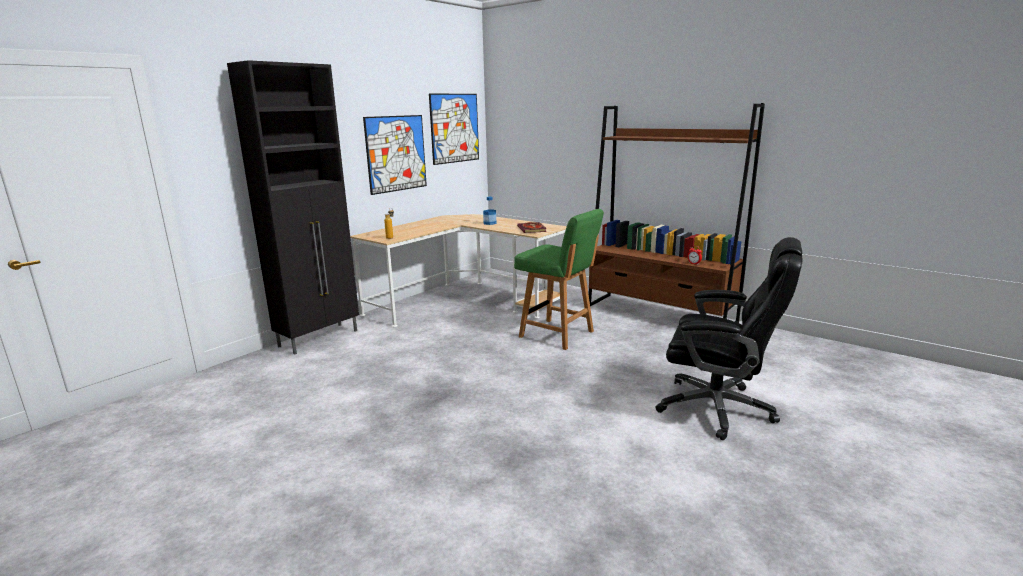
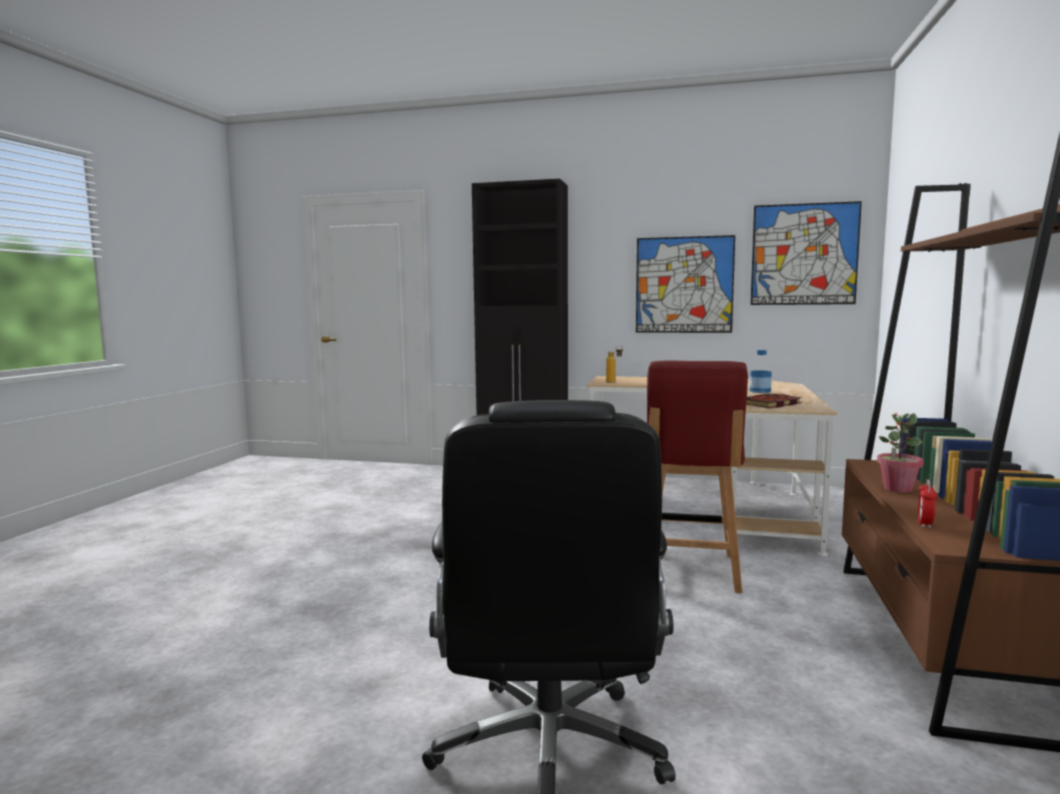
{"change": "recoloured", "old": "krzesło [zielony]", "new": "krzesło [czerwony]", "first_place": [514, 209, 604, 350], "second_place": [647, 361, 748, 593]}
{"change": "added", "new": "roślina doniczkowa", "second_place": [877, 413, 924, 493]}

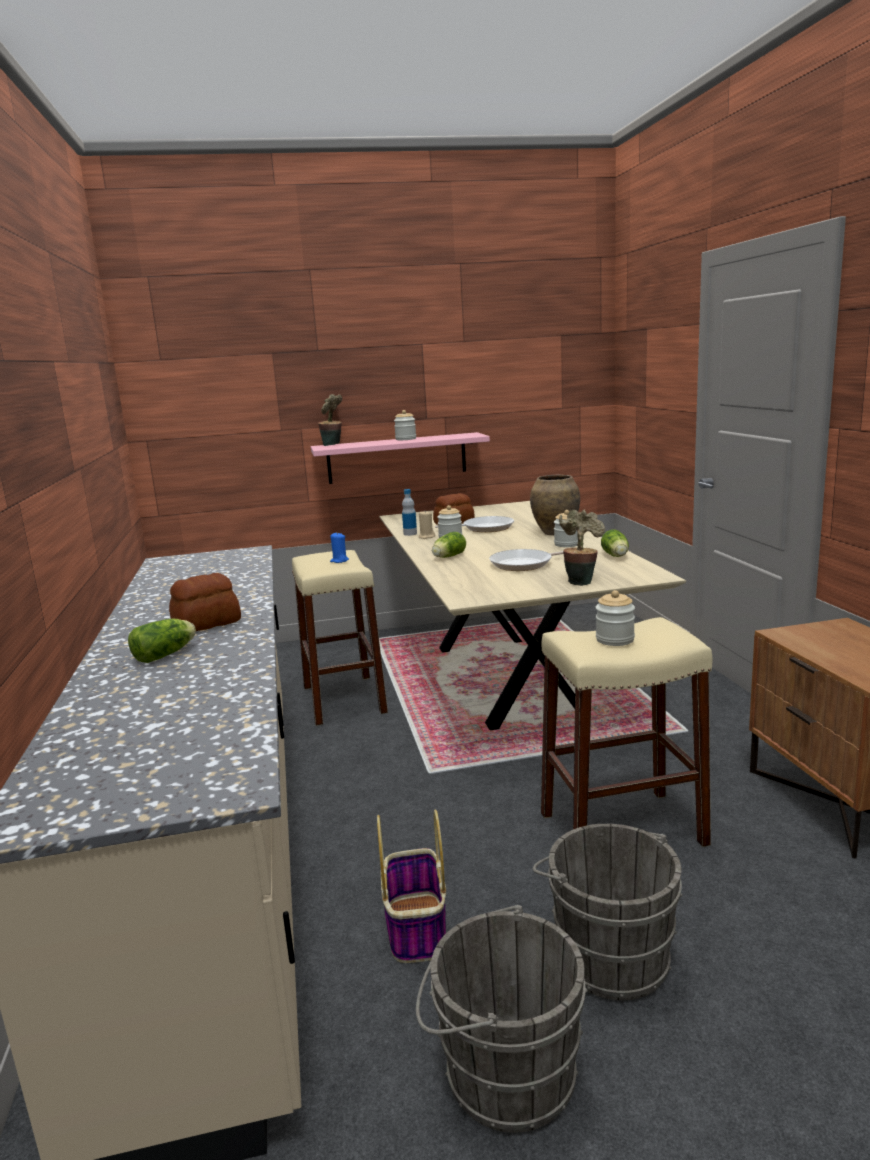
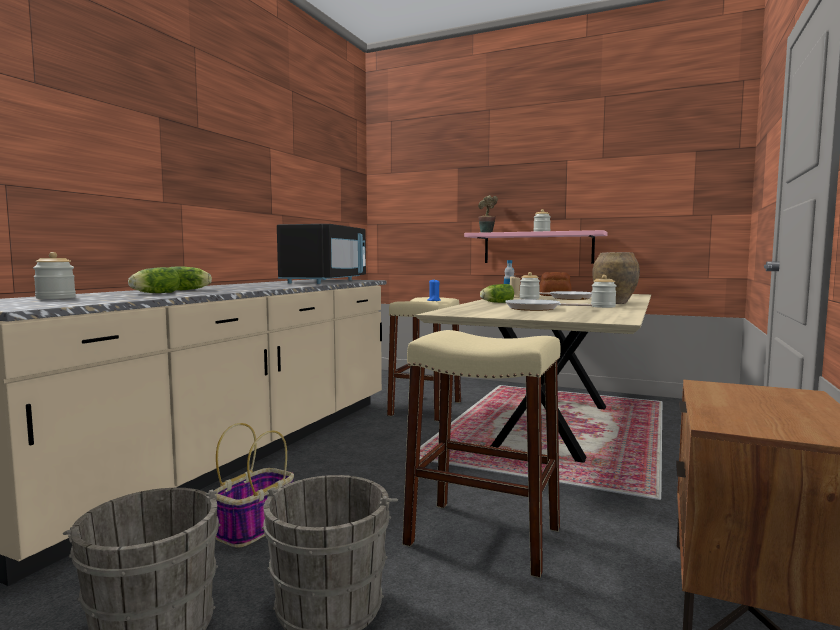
{"change": "moved", "old": "słoik", "first_place": [596, 590, 635, 646], "second_place": [33, 252, 76, 299]}
{"change": "moved", "old": "sałata", "first_place": [601, 530, 629, 557], "second_place": [128, 267, 180, 293]}
{"change": "added", "new": "mikrofalówka [czarny]", "second_place": [277, 224, 366, 284]}
{"change": "removed", "old": "chleb", "first_place": [169, 573, 241, 631]}
{"change": "removed", "old": "roślina doniczkowa", "first_place": [559, 509, 605, 586]}

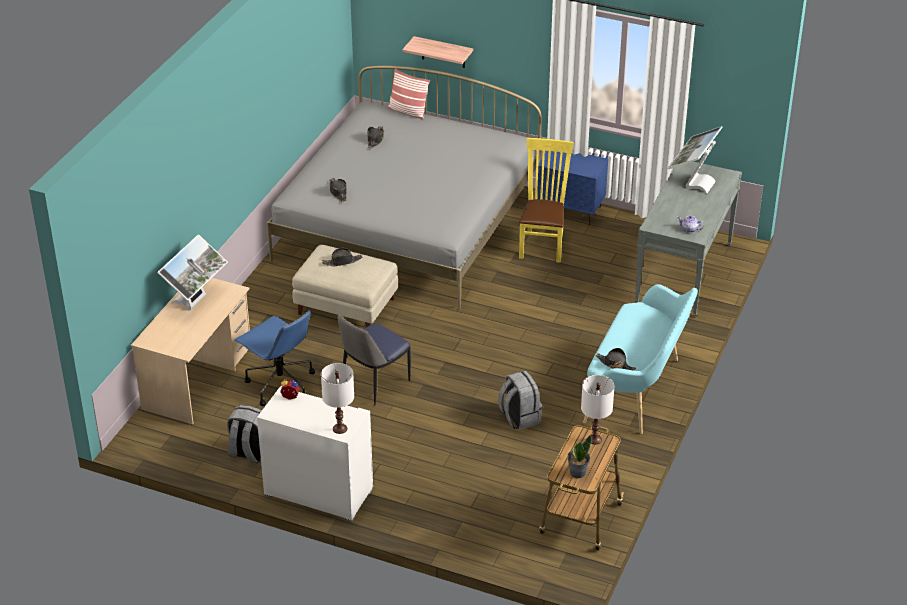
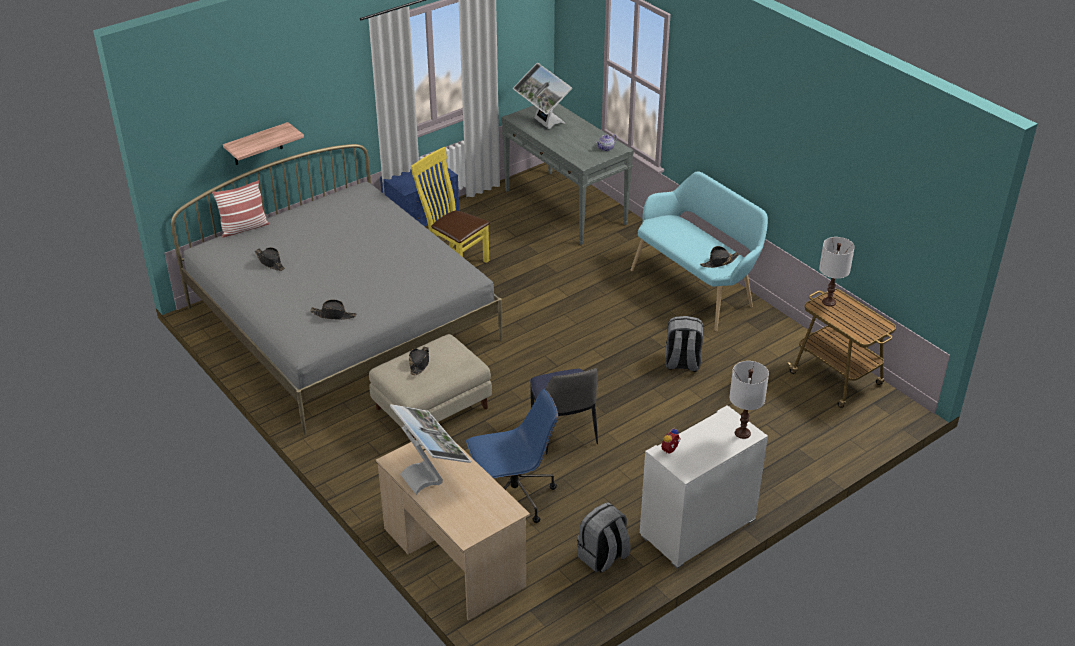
{"change": "removed", "old": "roślina doniczkowa", "first_place": [567, 435, 591, 478]}

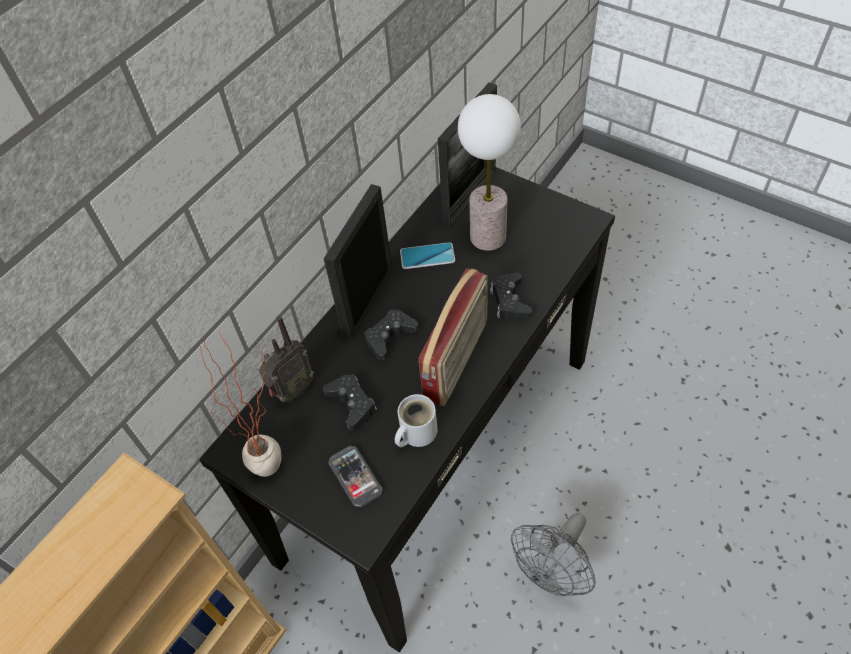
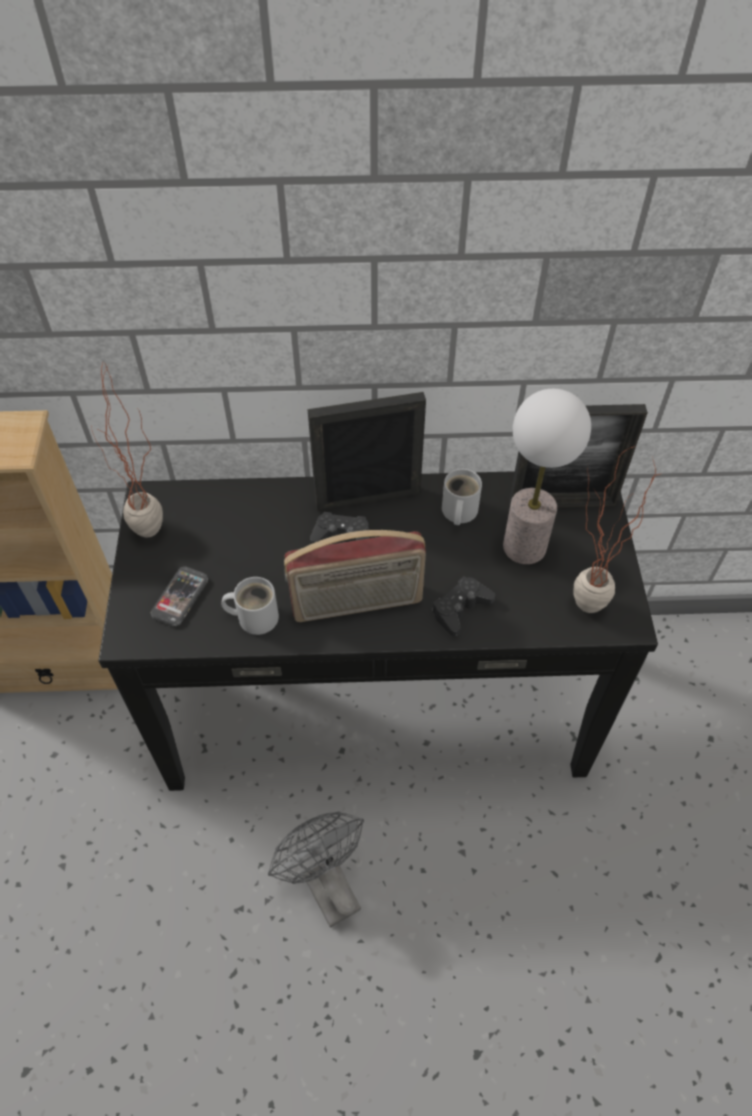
{"change": "turned", "old": "wentylator [szary]", "first_place": [511, 513, 596, 596], "second_place": [268, 812, 364, 928], "degrees": 60}
{"change": "replaced", "old": "telefon", "new": "kubek [biały]", "first_place": [400, 242, 455, 269], "second_place": [442, 469, 482, 525]}
{"change": "added", "new": "roślina doniczkowa", "second_place": [573, 446, 660, 613]}
{"change": "removed", "old": "radio", "first_place": [257, 316, 314, 403]}
{"change": "removed", "old": "pad do gier [czarny]", "first_place": [323, 374, 377, 430]}

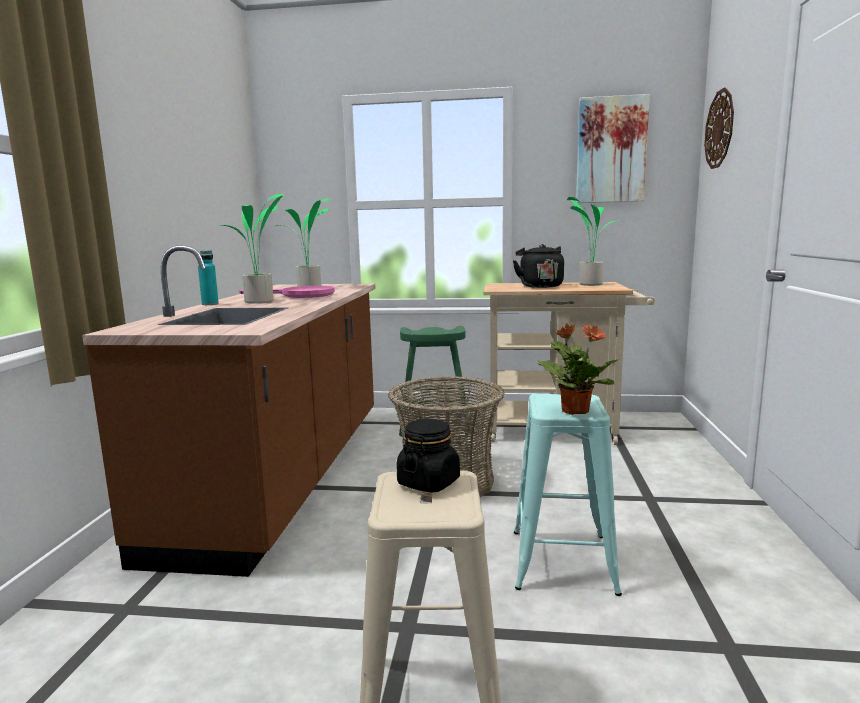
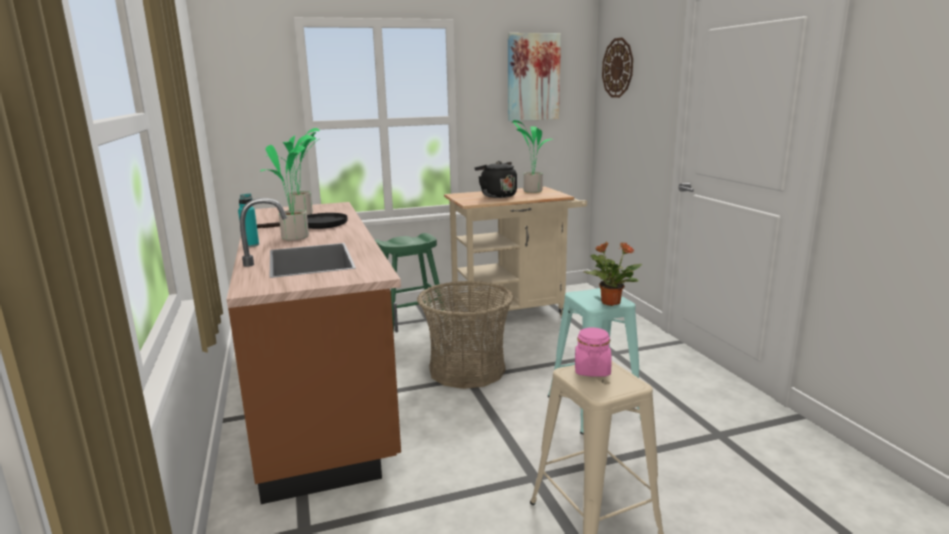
{"change": "recoloured", "old": "patelnia [różowy]", "new": "patelnia [czarny]", "first_place": [239, 286, 335, 298], "second_place": [257, 213, 348, 229]}
{"change": "recoloured", "old": "słoik [czarny]", "new": "słoik [różowy]", "first_place": [396, 419, 460, 493], "second_place": [575, 327, 612, 377]}

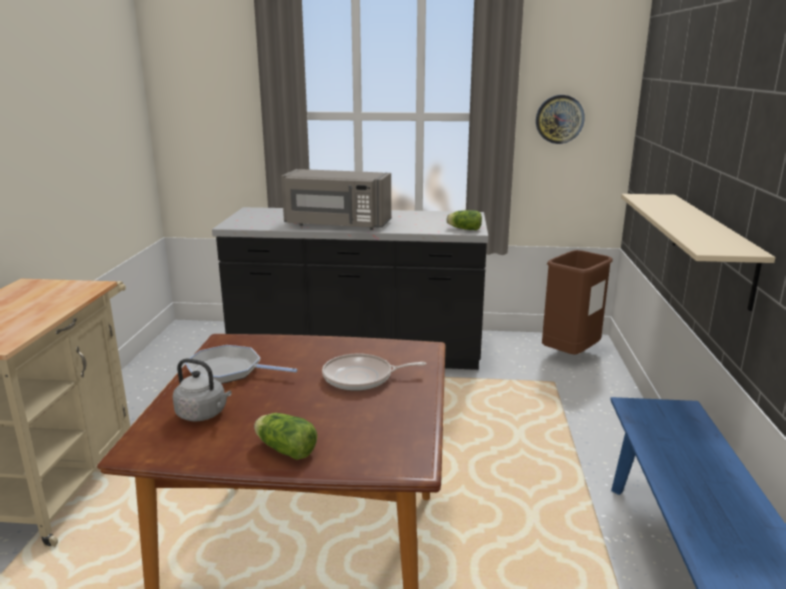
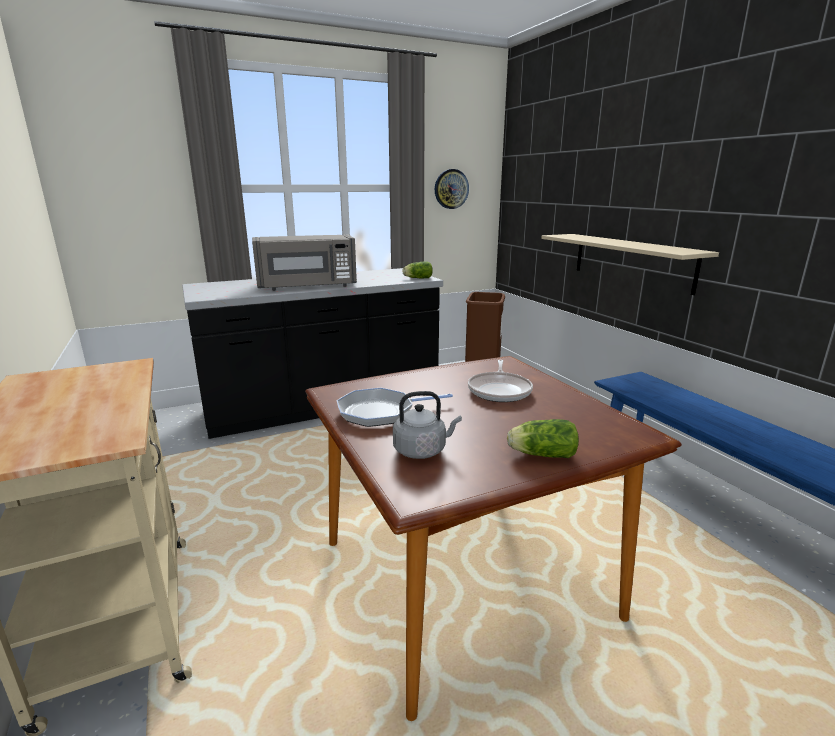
{"change": "turned", "old": "patelnia", "first_place": [322, 354, 426, 391], "second_place": [468, 360, 533, 402], "degrees": -45}

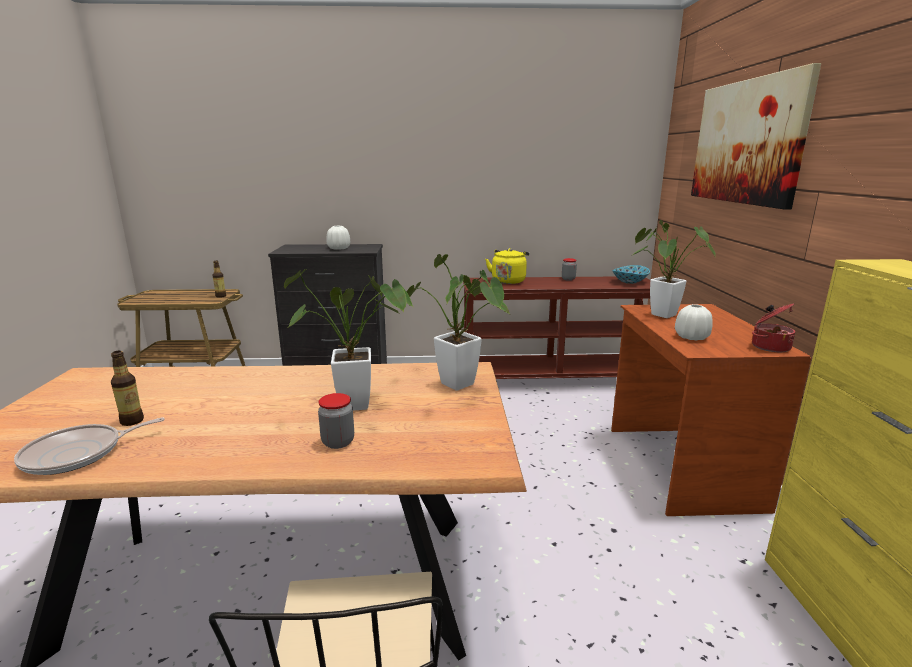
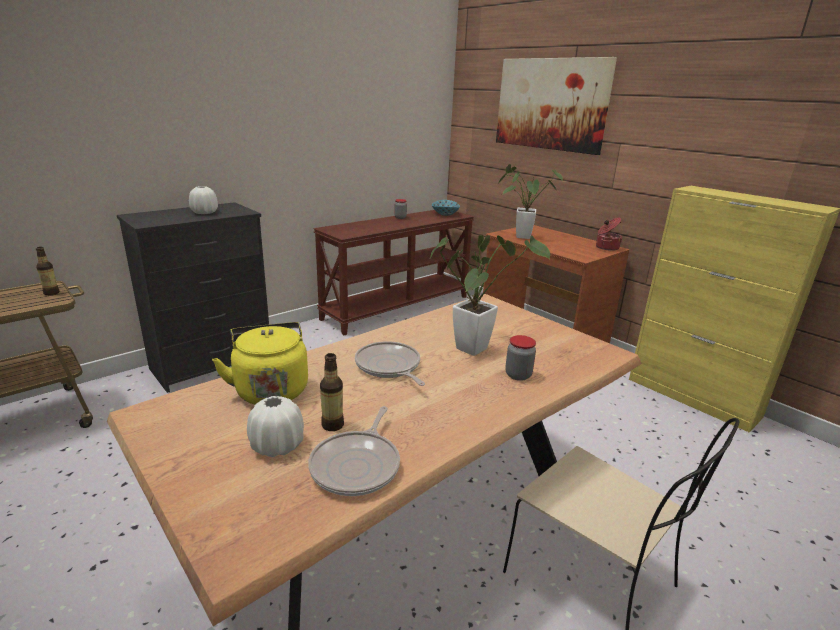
{"change": "moved", "old": "czajnik [żółty]", "first_place": [485, 248, 529, 284], "second_place": [212, 322, 308, 404]}
{"change": "moved", "old": "wazon [biały]", "first_place": [675, 304, 713, 341], "second_place": [247, 396, 304, 457]}
{"change": "added", "new": "patelnia", "second_place": [355, 341, 425, 386]}
{"change": "removed", "old": "roślina doniczkowa", "first_place": [407, 254, 511, 390]}

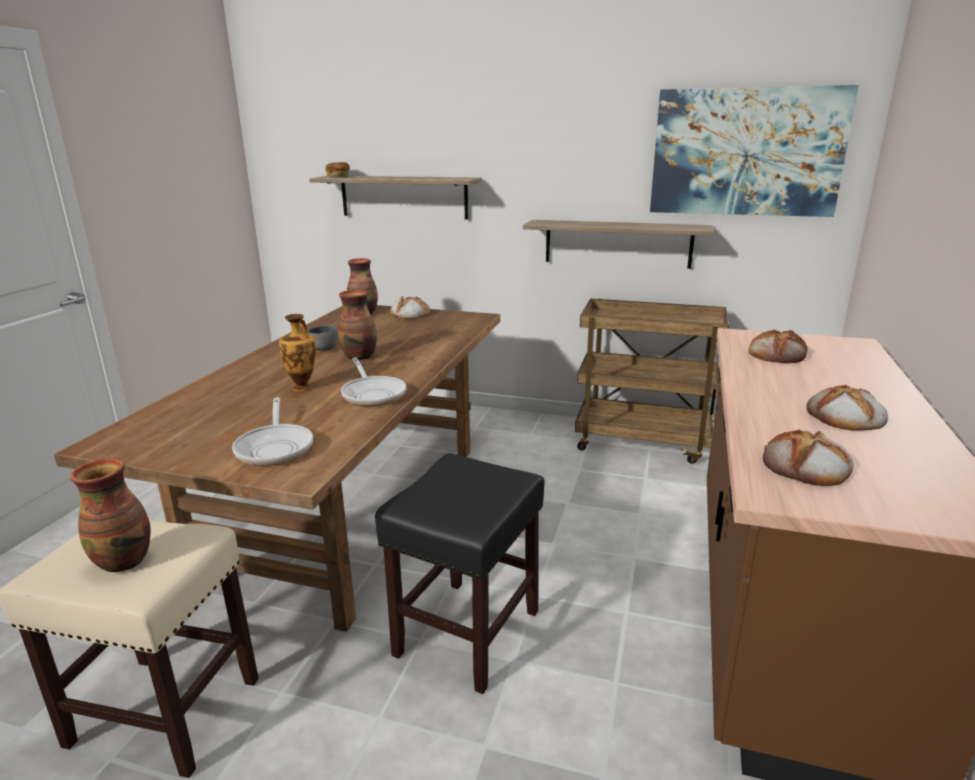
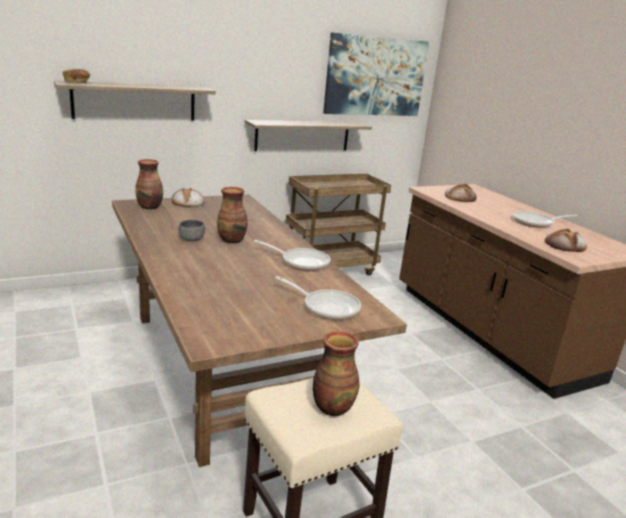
{"change": "replaced", "old": "chleb", "new": "patelnia", "first_place": [807, 385, 888, 431], "second_place": [513, 211, 578, 228]}
{"change": "removed", "old": "wazon", "first_place": [279, 314, 316, 392]}
{"change": "removed", "old": "stołek [czarny]", "first_place": [375, 453, 545, 694]}

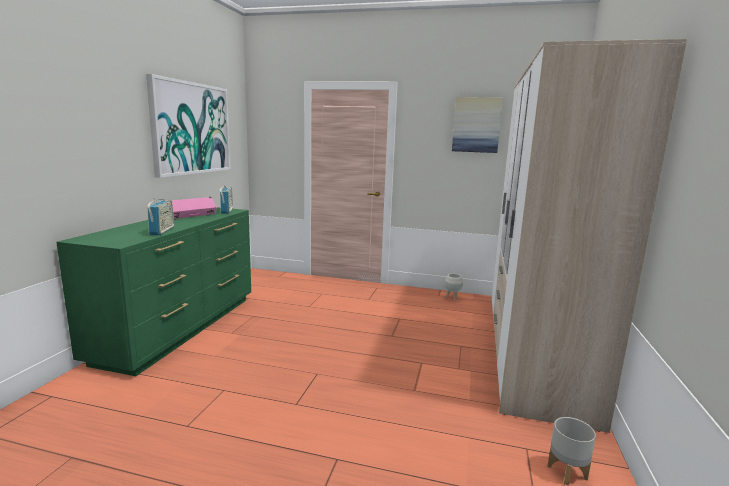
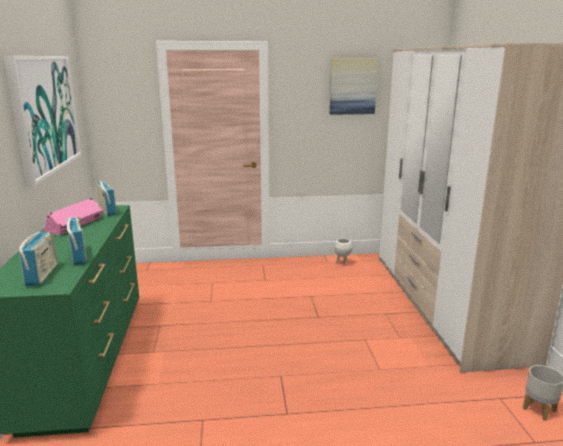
{"change": "added", "new": "radio", "second_place": [19, 231, 58, 286]}

